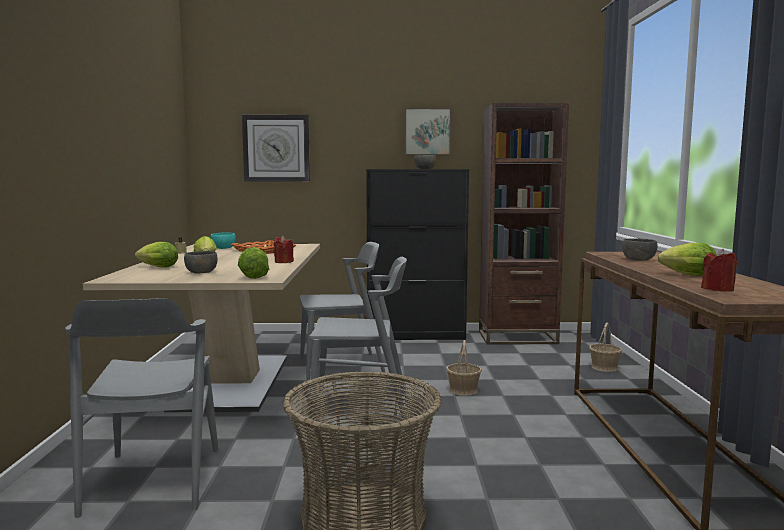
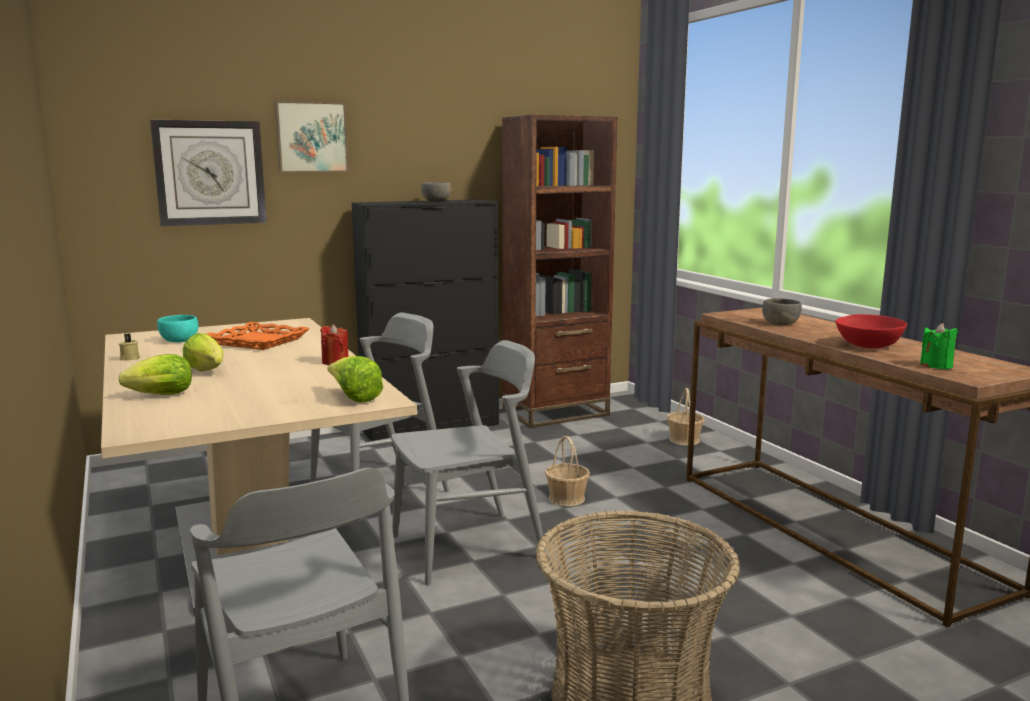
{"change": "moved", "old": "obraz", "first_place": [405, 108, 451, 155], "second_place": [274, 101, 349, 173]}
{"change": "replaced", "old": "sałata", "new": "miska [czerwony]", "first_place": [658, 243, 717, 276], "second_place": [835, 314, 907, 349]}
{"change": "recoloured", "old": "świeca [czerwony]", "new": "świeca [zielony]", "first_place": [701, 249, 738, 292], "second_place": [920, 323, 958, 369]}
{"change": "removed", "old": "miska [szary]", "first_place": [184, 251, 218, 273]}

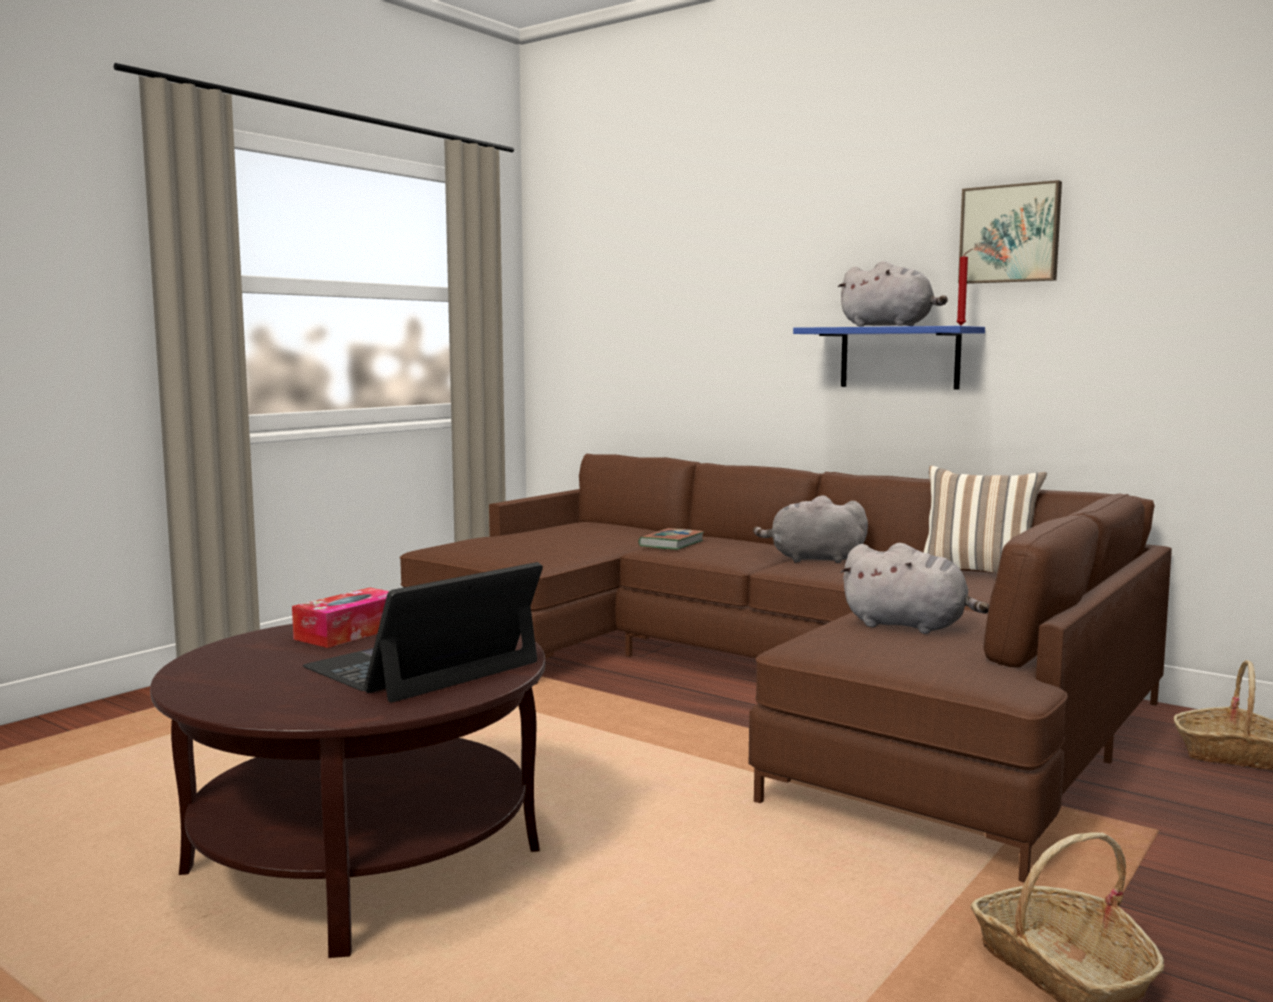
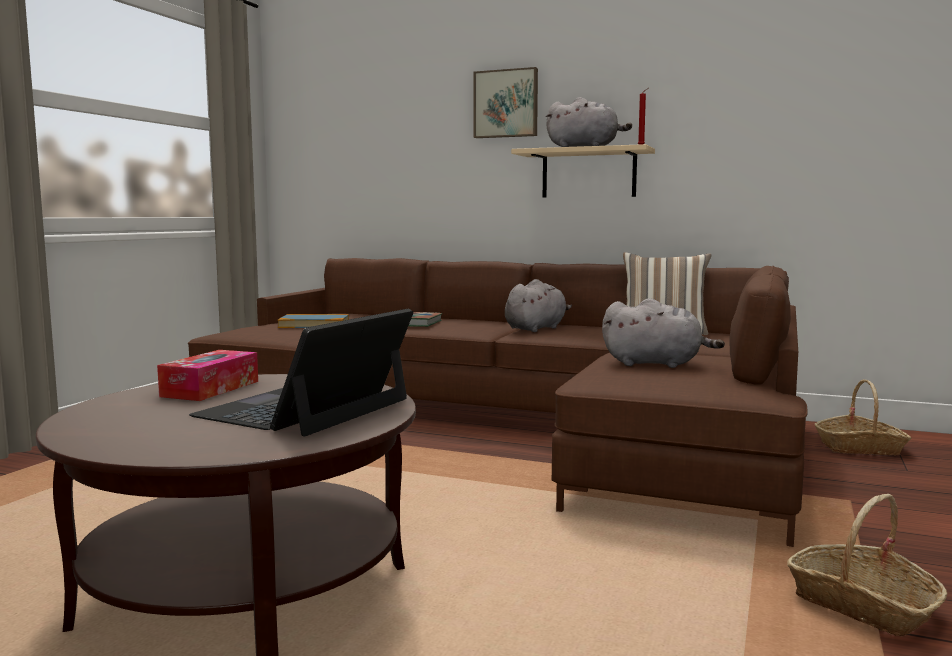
{"change": "added", "new": "książka", "second_place": [278, 314, 349, 328]}
{"change": "moved", "old": "obraz", "first_place": [958, 180, 1062, 284], "second_place": [474, 67, 538, 138]}
{"change": "turned", "old": "pluszak [szary]", "first_place": [753, 495, 868, 563], "second_place": [505, 279, 572, 332], "degrees": 135}
{"change": "recoloured", "old": "półka [niebieski]", "new": "półka [beżowy]", "first_place": [793, 326, 985, 390], "second_place": [511, 144, 655, 198]}

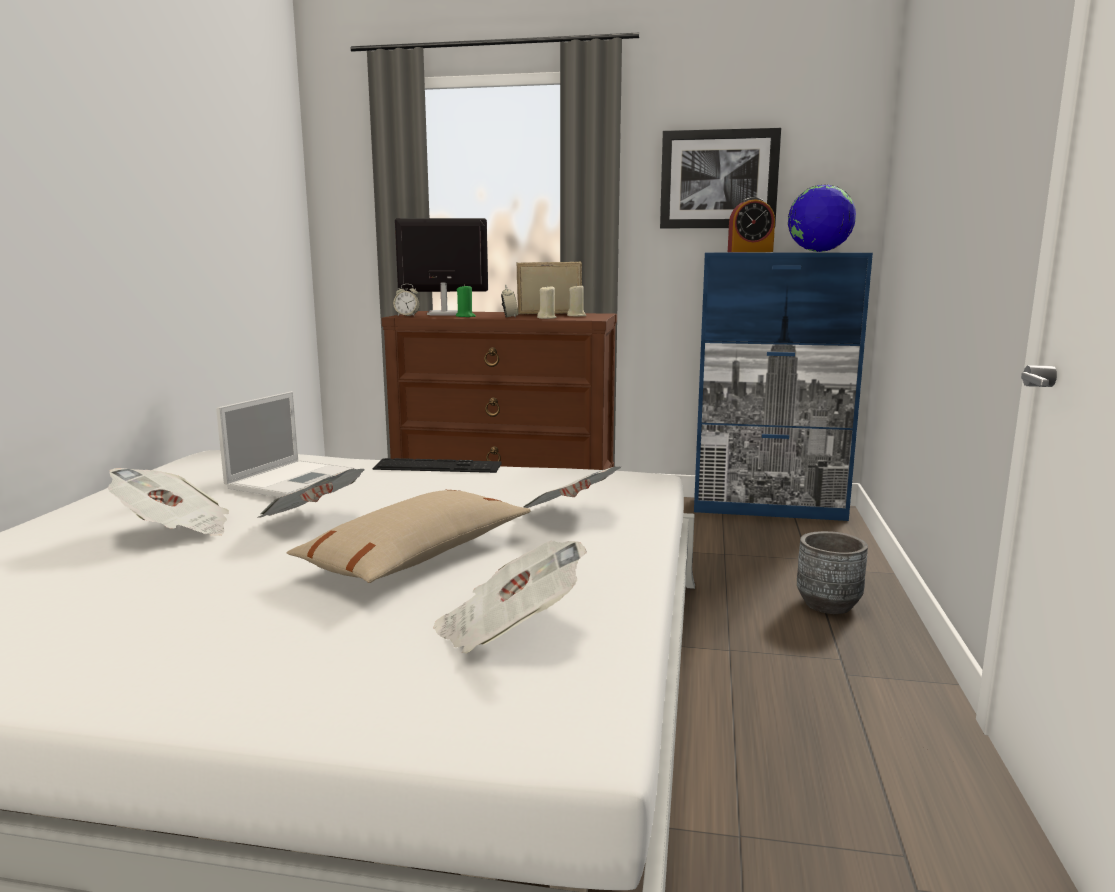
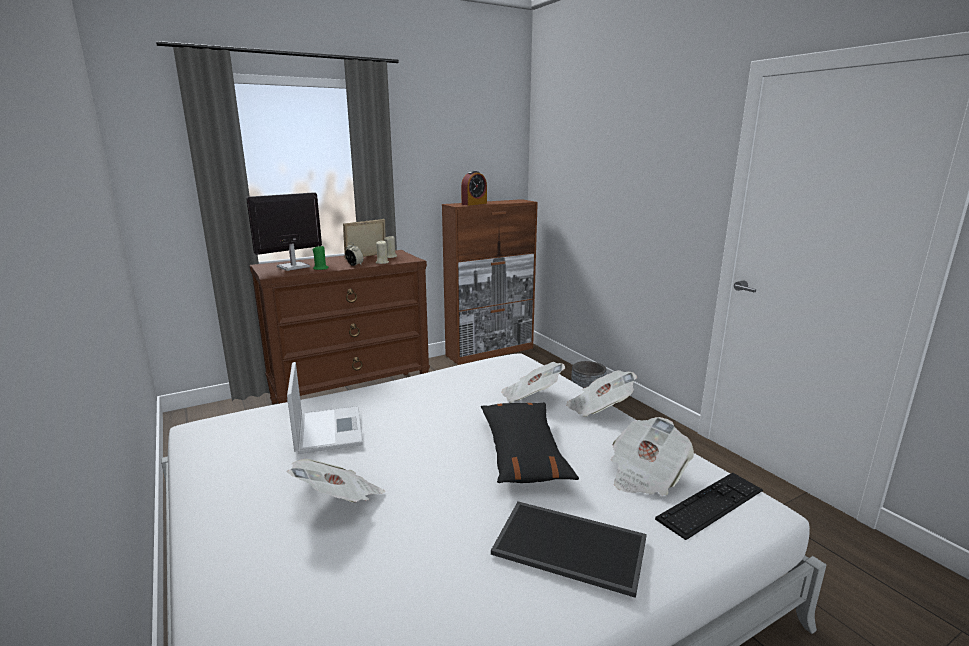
{"change": "recoloured", "old": "szafka [niebieski]", "new": "szafka [brązowy]", "first_place": [694, 253, 873, 521], "second_place": [442, 199, 538, 365]}
{"change": "recoloured", "old": "poduszka [beżowy]", "new": "poduszka [czarny]", "first_place": [287, 490, 531, 583], "second_place": [481, 402, 579, 483]}
{"change": "added", "new": "taca", "second_place": [491, 501, 647, 598]}
{"change": "moved", "old": "gazeta", "first_place": [257, 469, 365, 518], "second_place": [566, 370, 637, 417]}
{"change": "moved", "old": "klawiatura", "first_place": [372, 458, 502, 473], "second_place": [655, 472, 763, 540]}
{"change": "removed", "old": "budzik", "first_place": [393, 284, 420, 316]}
{"change": "removed", "old": "obraz", "first_place": [660, 128, 781, 228]}
{"change": "removed", "old": "globus", "first_place": [788, 184, 856, 252]}

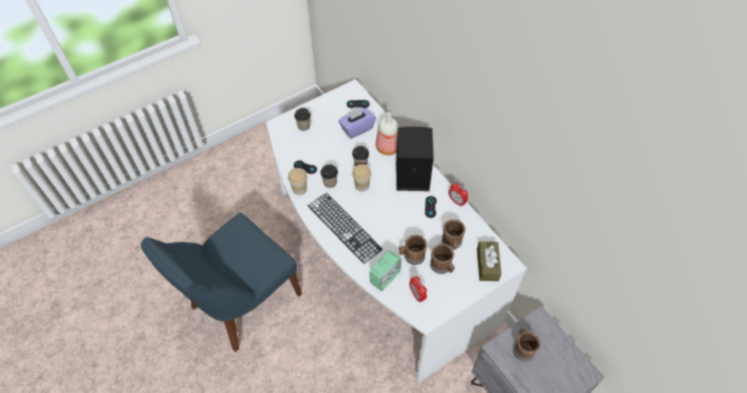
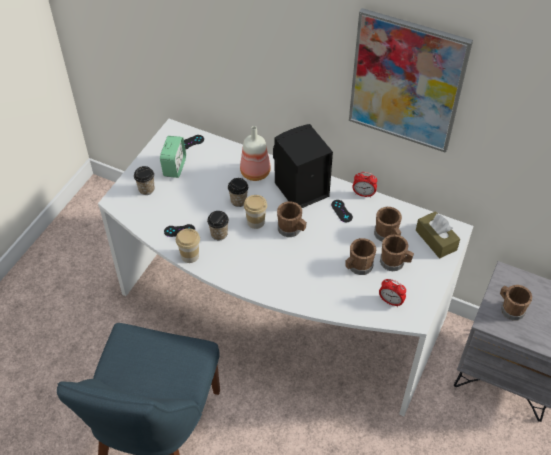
{"change": "moved", "old": "budzik", "first_place": [369, 250, 401, 291], "second_place": [160, 136, 186, 178]}
{"change": "added", "new": "kubek [brązowy]", "second_place": [277, 201, 307, 237]}
{"change": "added", "new": "obraz", "second_place": [349, 8, 473, 153]}
{"change": "removed", "old": "klawiatura", "first_place": [308, 193, 383, 264]}
{"change": "removed", "old": "pudełko chusteczek [fioletowy]", "first_place": [338, 107, 376, 139]}

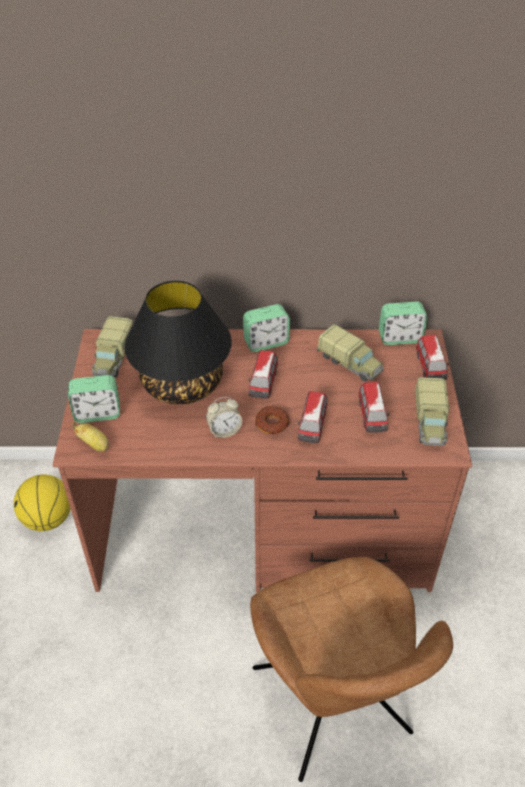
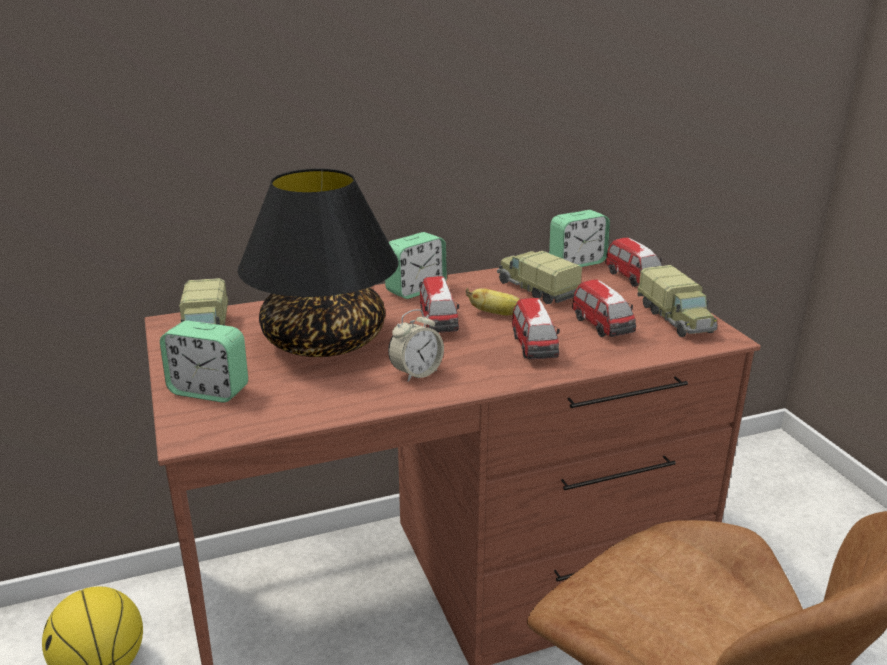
{"change": "turned", "old": "budzik", "first_place": [68, 375, 120, 423], "second_place": [160, 320, 248, 403], "degrees": 45}
{"change": "moved", "old": "banan", "first_place": [72, 422, 109, 452], "second_place": [466, 288, 519, 315]}
{"change": "turned", "old": "ciężarówka zabawkowa", "first_place": [317, 324, 384, 382], "second_place": [497, 251, 582, 304], "degrees": -150}
{"change": "removed", "old": "donut", "first_place": [255, 406, 290, 434]}

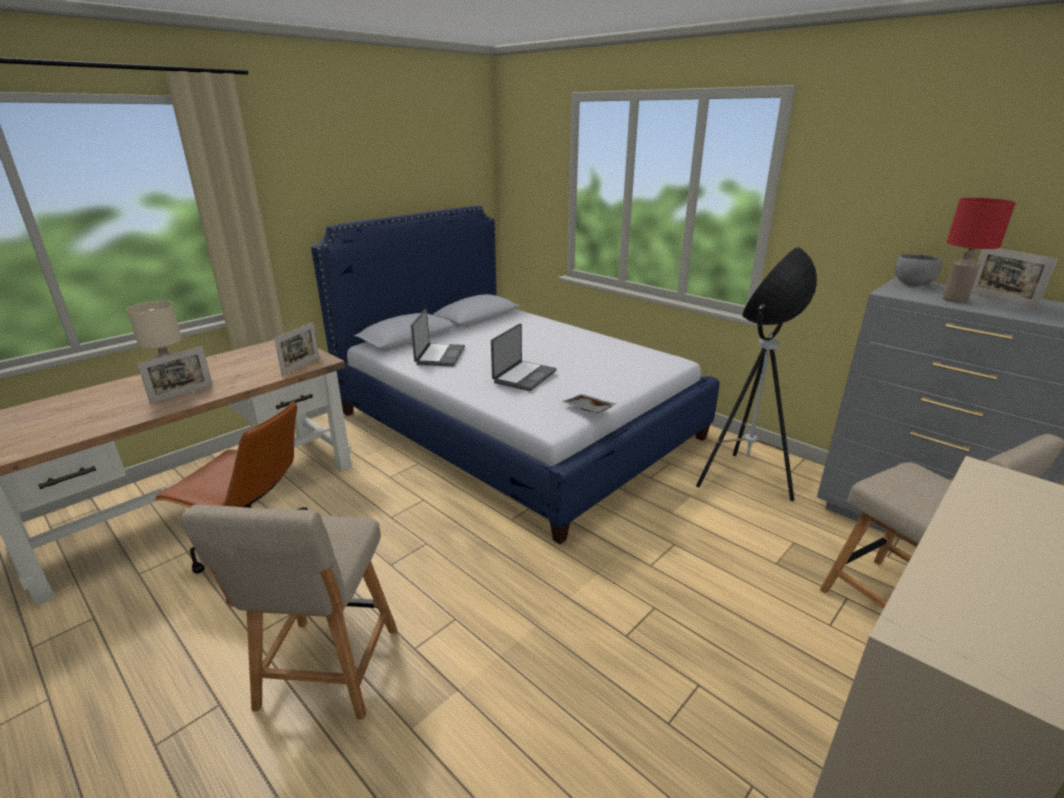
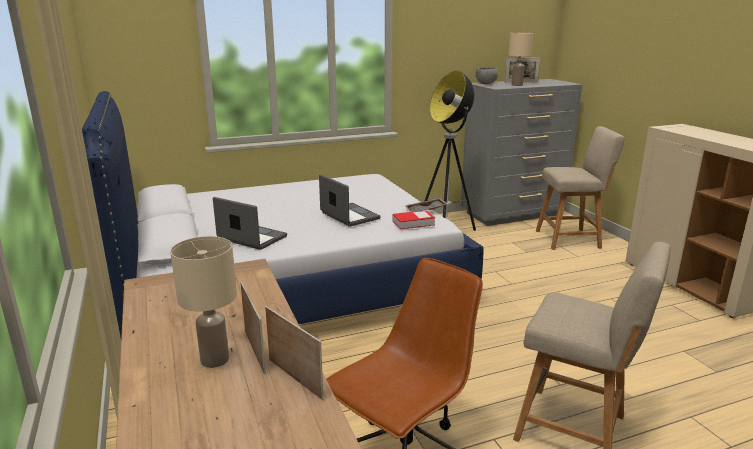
{"change": "moved", "old": "ramka na zdjęcie", "first_place": [274, 322, 319, 376], "second_place": [265, 306, 323, 400]}
{"change": "added", "new": "książka", "second_place": [392, 210, 435, 229]}
{"change": "recoloured", "old": "lampa stołowa [czerwony]", "new": "lampa stołowa [beżowy]", "first_place": [942, 198, 1016, 303], "second_place": [508, 33, 533, 86]}

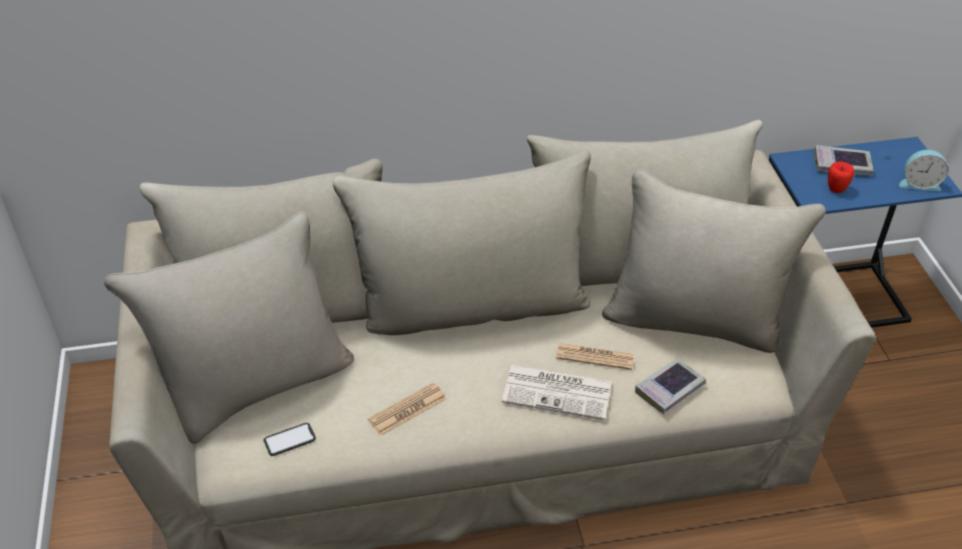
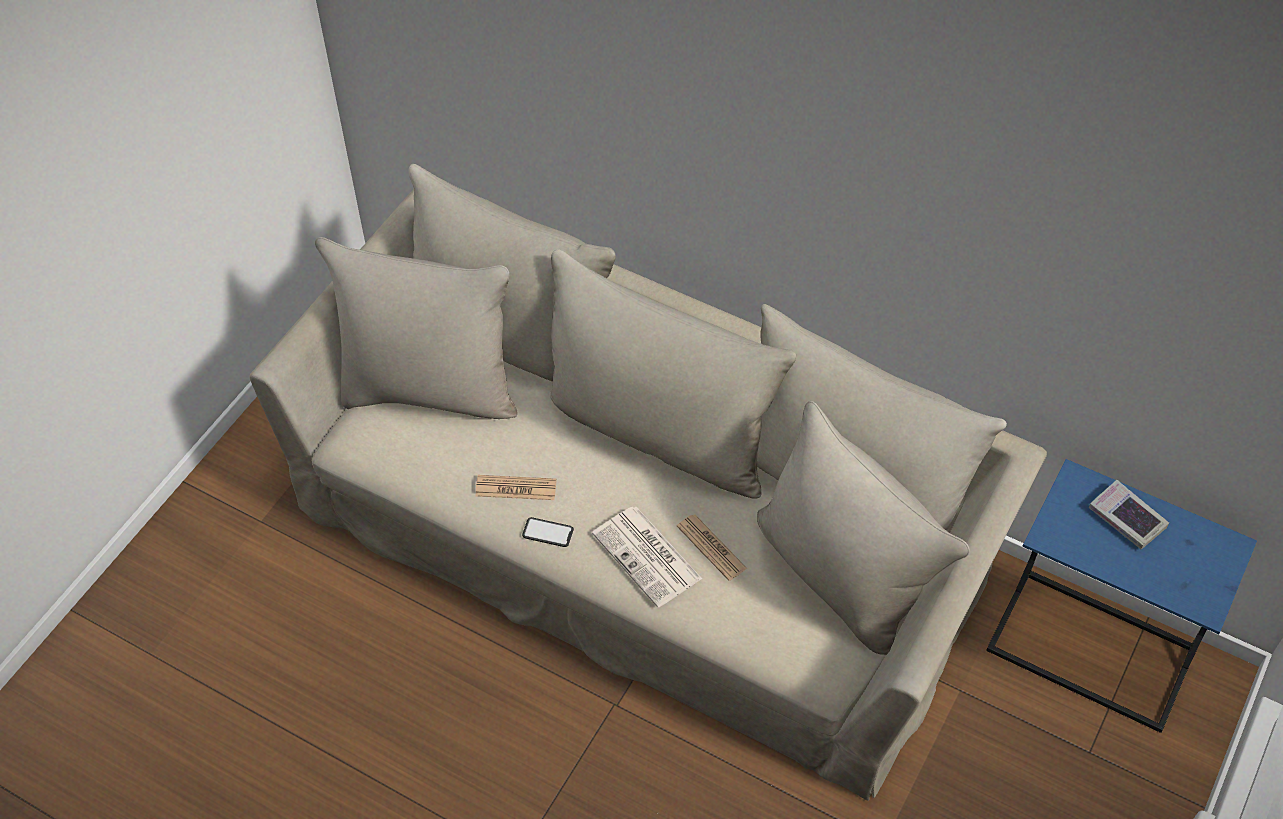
{"change": "moved", "old": "telefon", "first_place": [264, 423, 316, 456], "second_place": [522, 517, 574, 547]}
{"change": "removed", "old": "książka", "first_place": [635, 358, 706, 414]}
{"change": "removed", "old": "jabłko", "first_place": [828, 161, 854, 193]}
{"change": "removed", "old": "budzik", "first_place": [899, 150, 949, 191]}

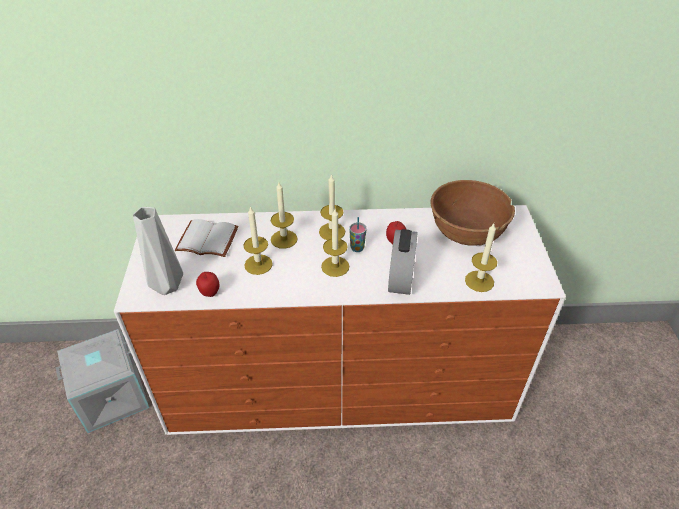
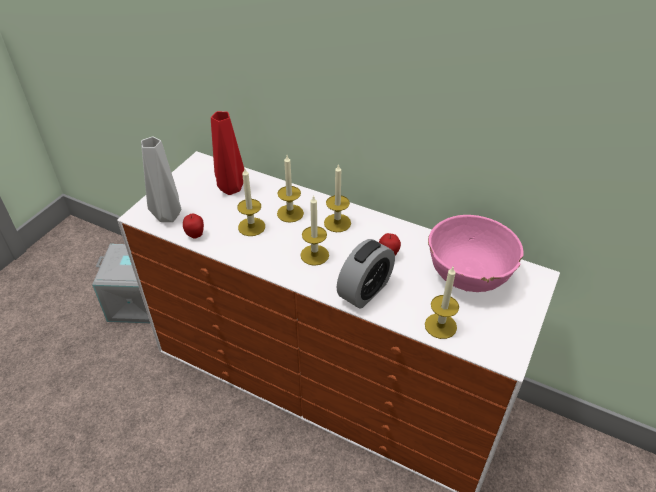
{"change": "replaced", "old": "książka [biały]", "new": "wazon [czerwony]", "first_place": [175, 219, 238, 257], "second_place": [211, 111, 244, 195]}
{"change": "recoloured", "old": "miska [brązowy]", "new": "miska [różowy]", "first_place": [430, 180, 515, 246], "second_place": [428, 215, 524, 292]}
{"change": "removed", "old": "filiżanka", "first_place": [349, 217, 367, 252]}

